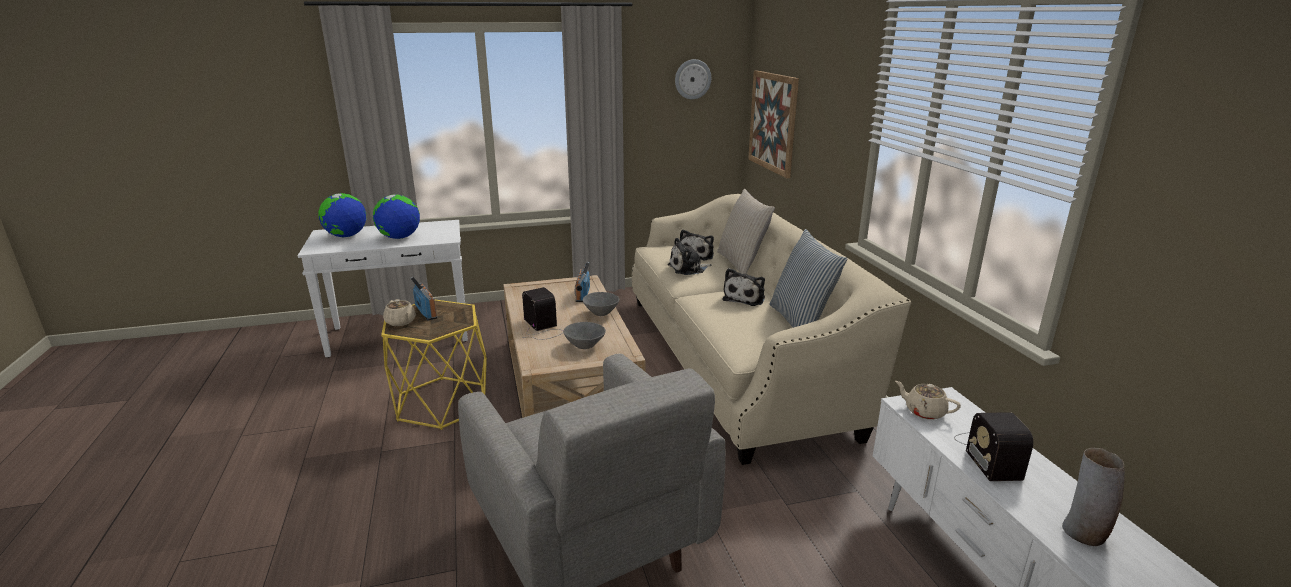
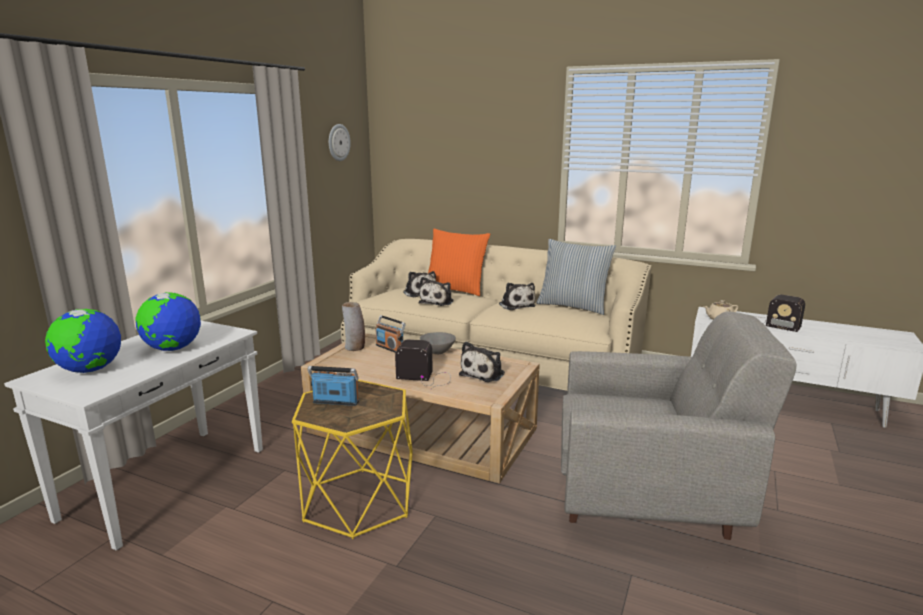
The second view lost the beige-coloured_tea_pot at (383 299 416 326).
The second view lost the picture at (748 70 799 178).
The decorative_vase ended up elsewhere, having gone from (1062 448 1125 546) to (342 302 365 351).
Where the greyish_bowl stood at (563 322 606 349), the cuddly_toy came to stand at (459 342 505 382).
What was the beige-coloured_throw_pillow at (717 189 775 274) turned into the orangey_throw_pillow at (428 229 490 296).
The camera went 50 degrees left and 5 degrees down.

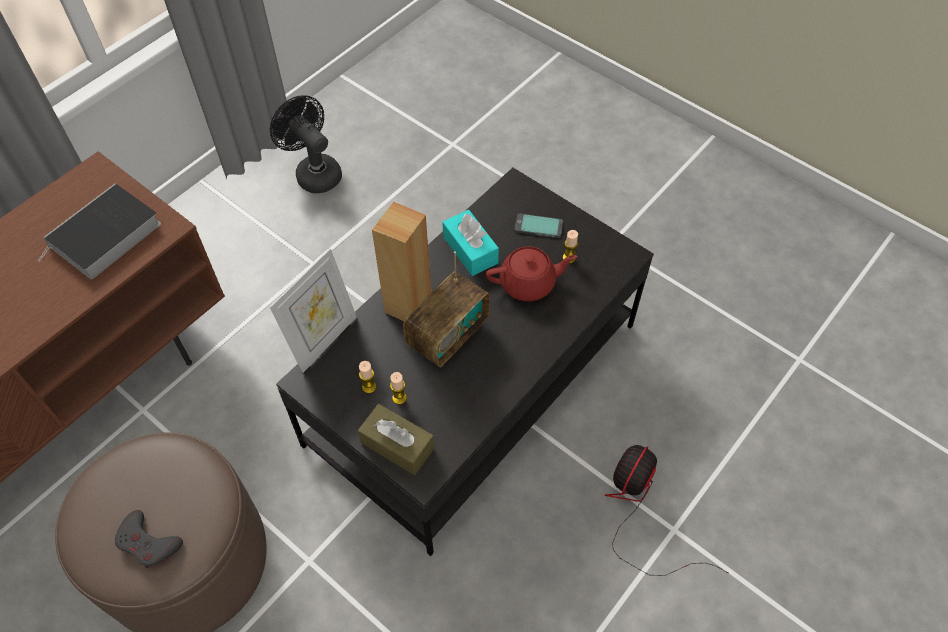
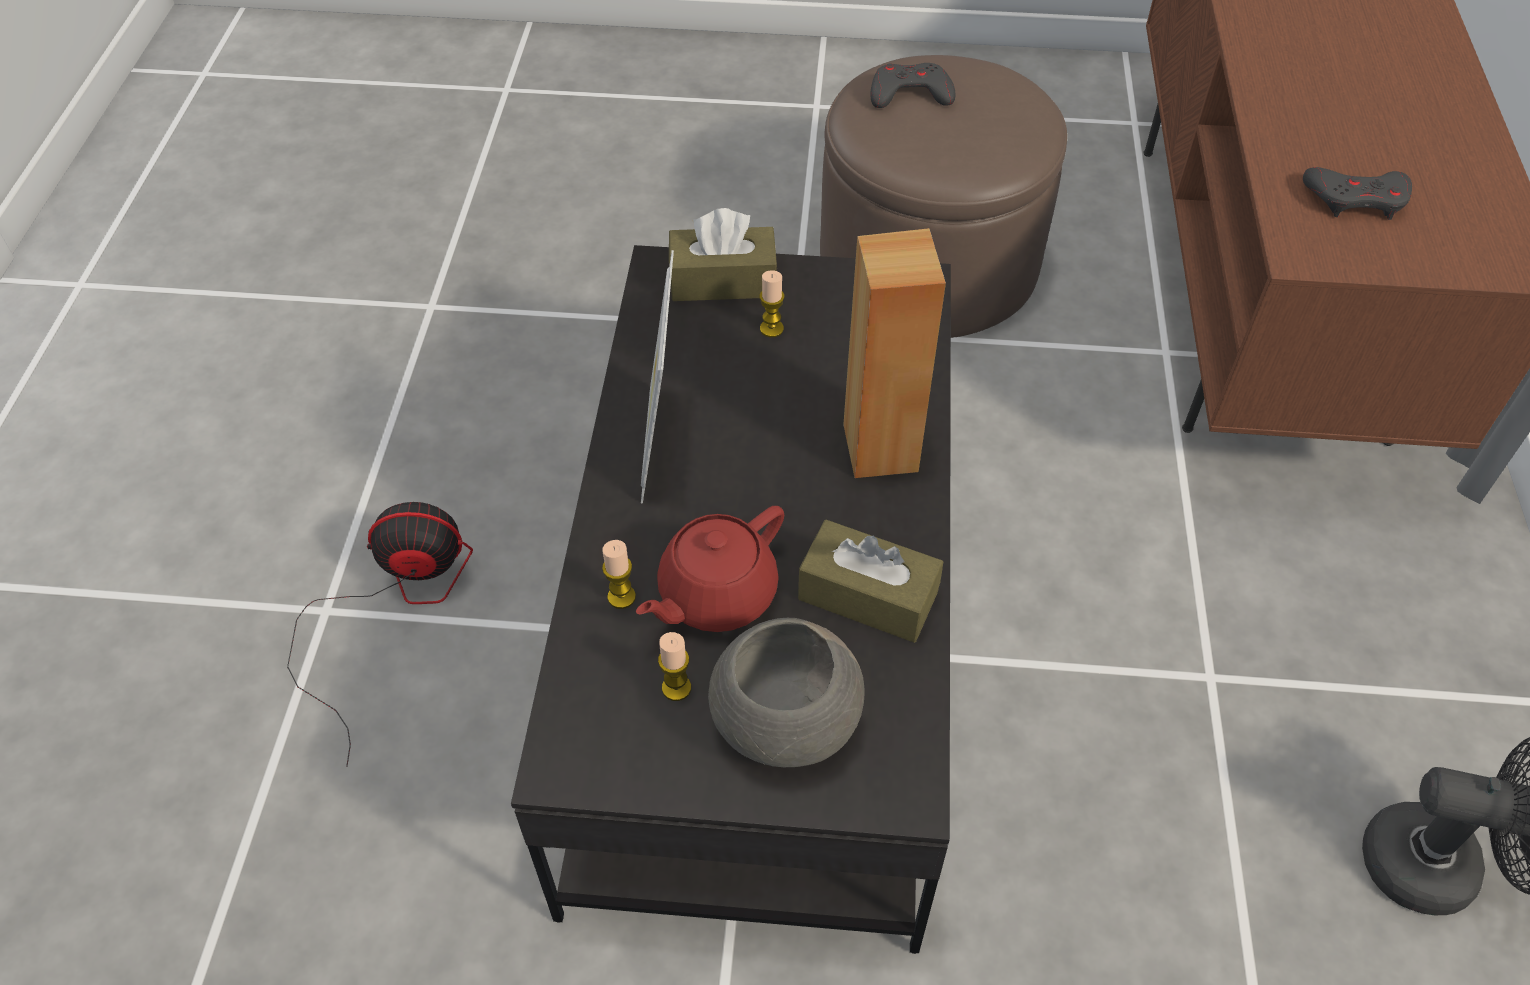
The second view lost the radio_receiver at (403 251 490 368).
The picture_frame ended up elsewhere, having gone from (270 249 357 373) to (641 250 674 504).
The wax_candle ended up elsewhere, having gone from (359 361 376 394) to (602 540 636 609).
Where the volume stood at (38 183 161 279), the greyish_joypad came to stand at (1303 167 1412 220).
Where the telephone stood at (514 213 563 238), the greyish_bowl came to stand at (708 618 865 767).
What was the blue-green_tissue_box at (442 210 499 276) turned into the brownish_tissue_box at (798 520 943 643).
The electric_fan at (605 445 728 576) ended up facing another way, 90 degrees counterclockwise from before.
The camera went 145 degrees right and 5 degrees down.

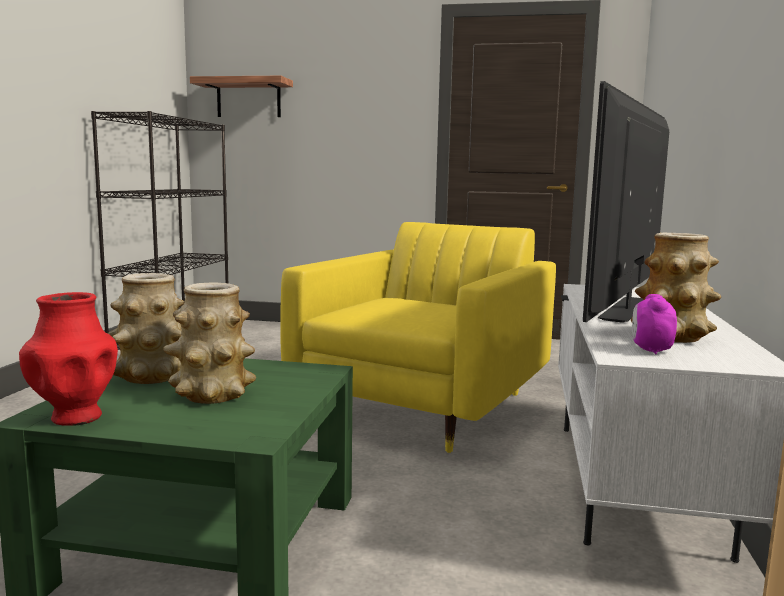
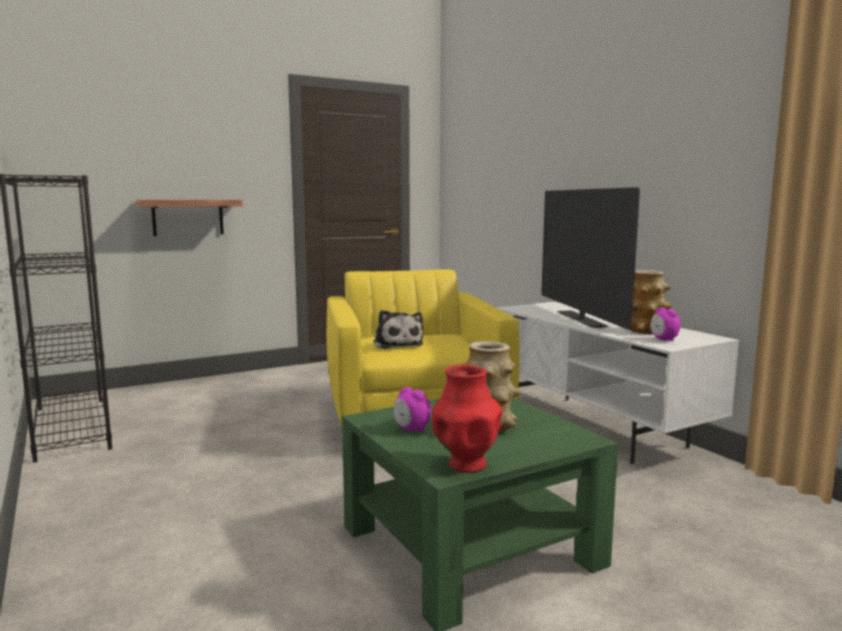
The second view gained the cuddly_toy at (373 310 423 349).
The shelf ended up elsewhere, having gone from (190 76 293 117) to (136 200 243 236).
Where the decorative_vase stood at (108 273 184 384), the alarm_clock came to stand at (394 387 431 433).
The camera went 40 degrees left and 0 degrees up.

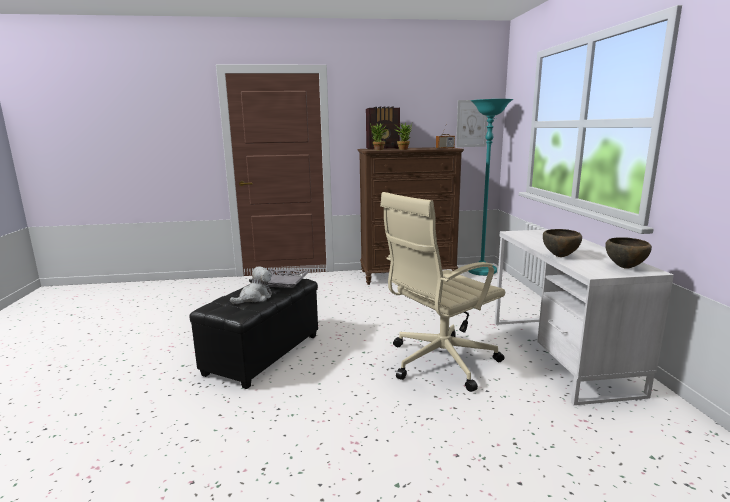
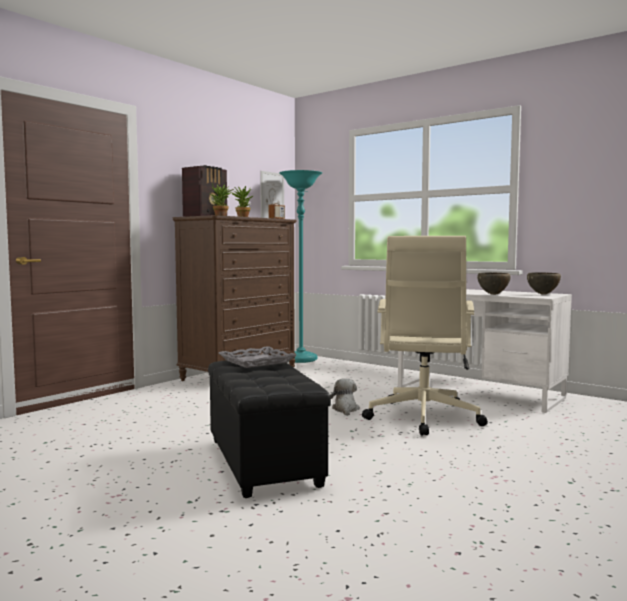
The cuddly_toy ended up elsewhere, having gone from (230 266 272 304) to (330 378 360 416).
The camera went 45 degrees left and 10 degrees down.

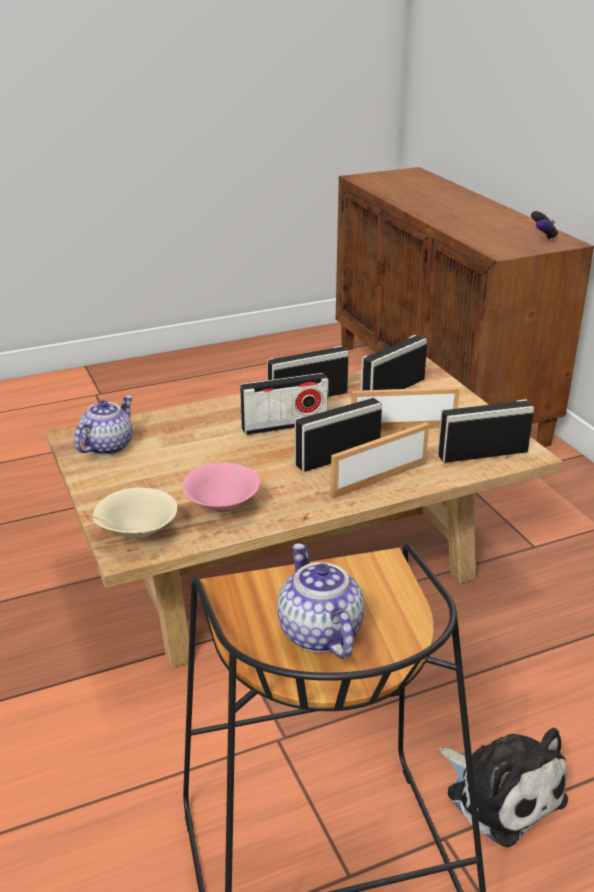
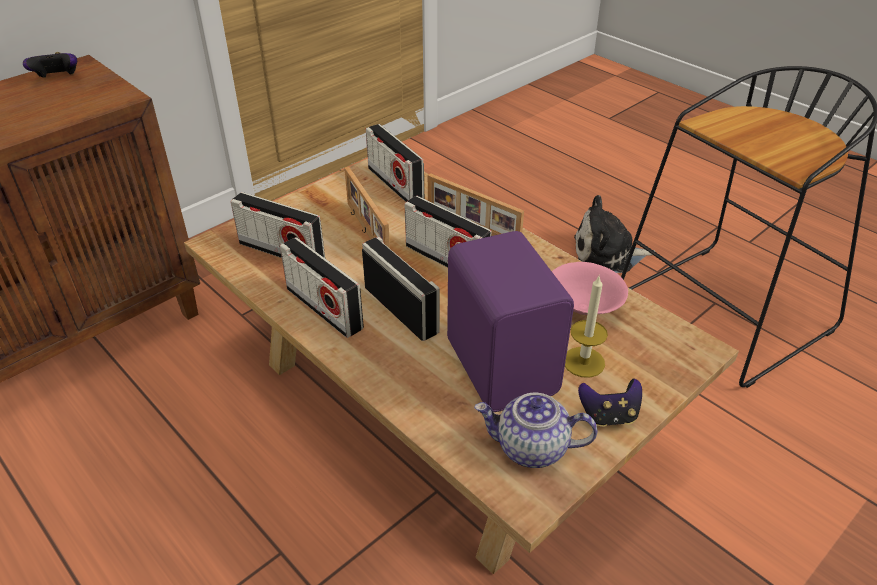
The second view lost the beige-coloured_bowl at (93 488 177 540).
The second view lost the tea_pot at (277 543 364 659).
The second view gained the purplish_speaker at (447 231 574 412).
The second view gained the wax_candle at (565 276 608 378).
The second view gained the joypad at (578 379 642 427).
The cuddly_toy at (439 728 568 847) ended up facing another way, 120 degrees counterclockwise from before.
The camera went 110 degrees left and 10 degrees up.

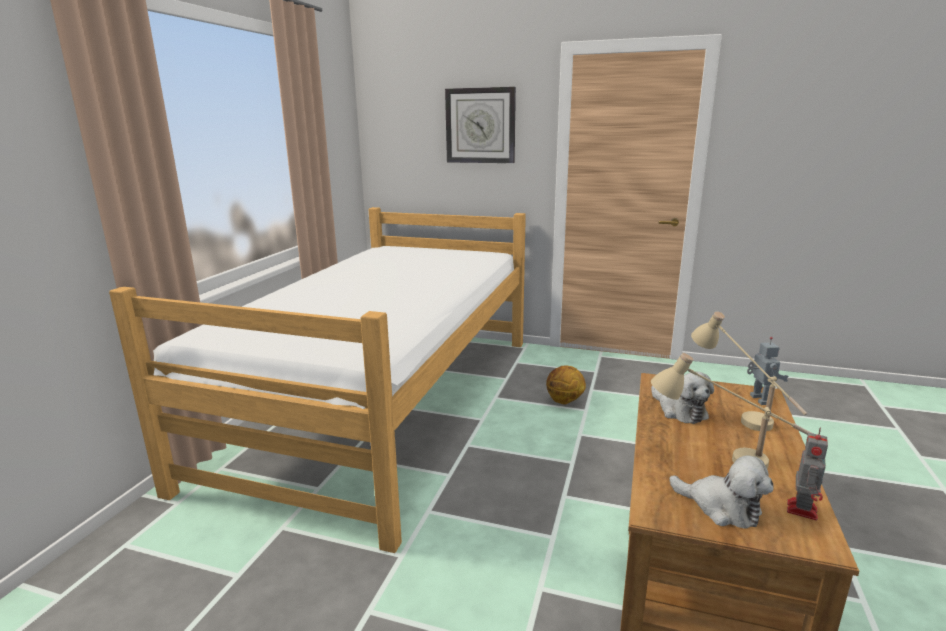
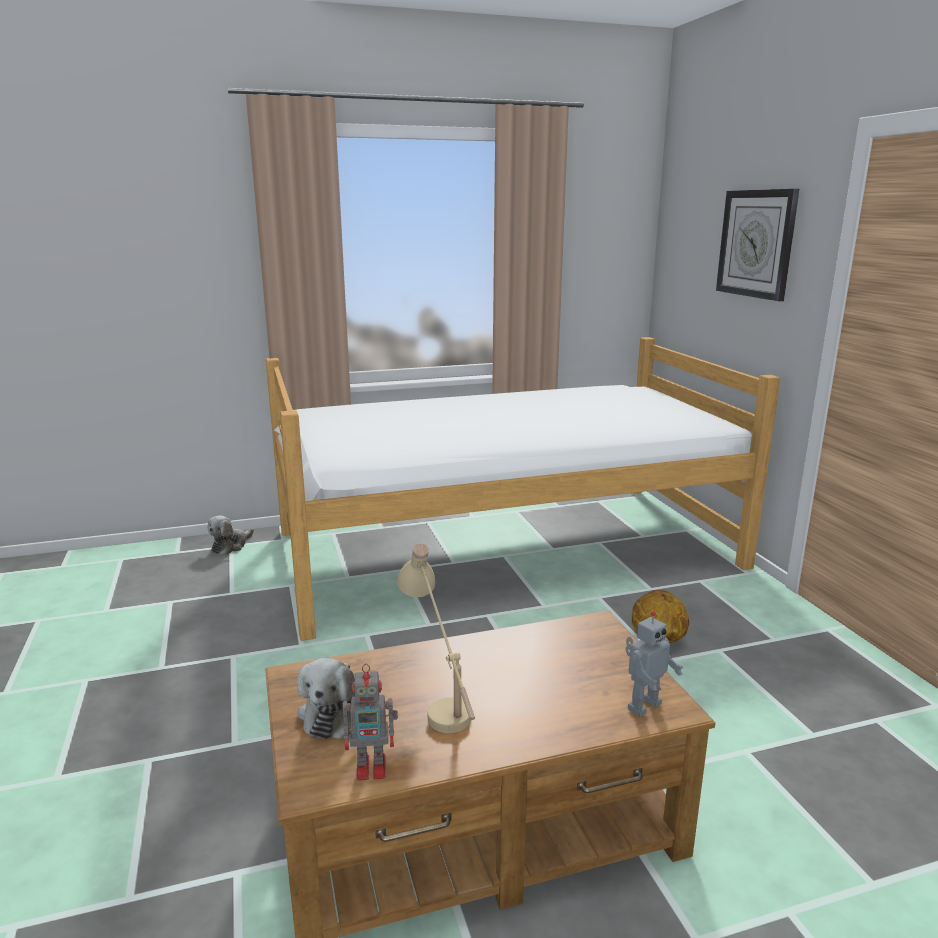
The second view lost the beige-coloured_tabletop_lamp at (691 311 807 431).
The cuddly_toy ended up elsewhere, having gone from (651 372 714 424) to (207 516 254 555).
The camera went 55 degrees right and 0 degrees up.

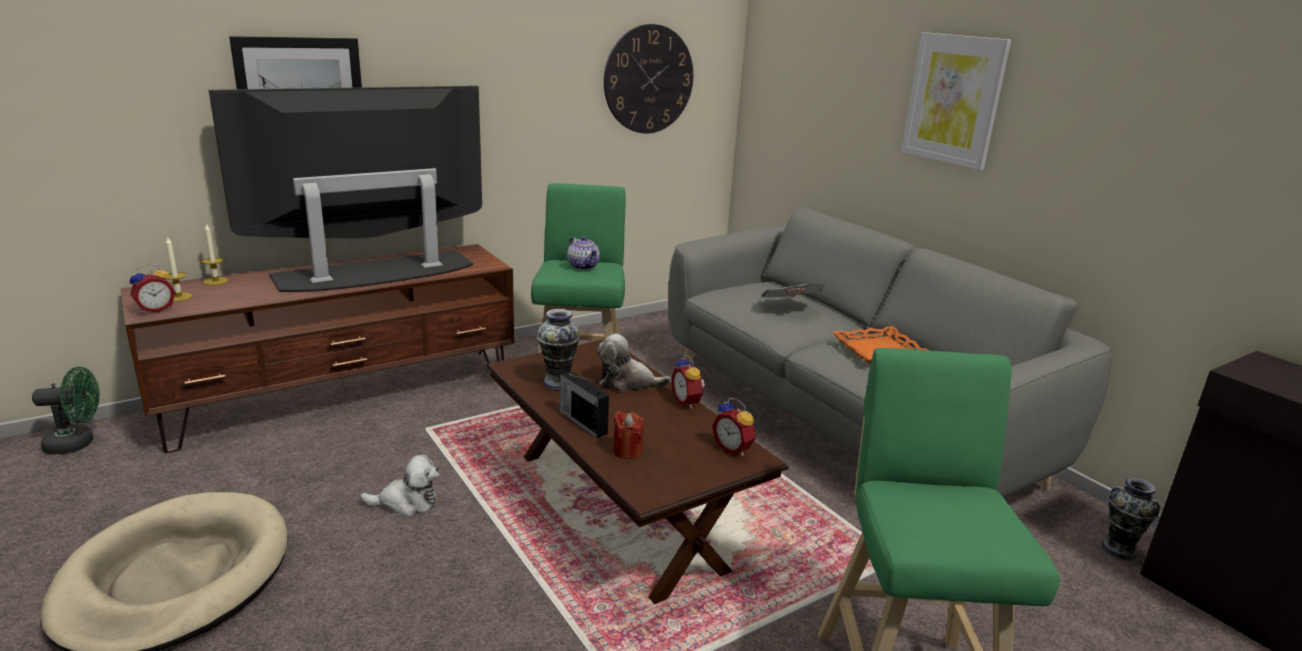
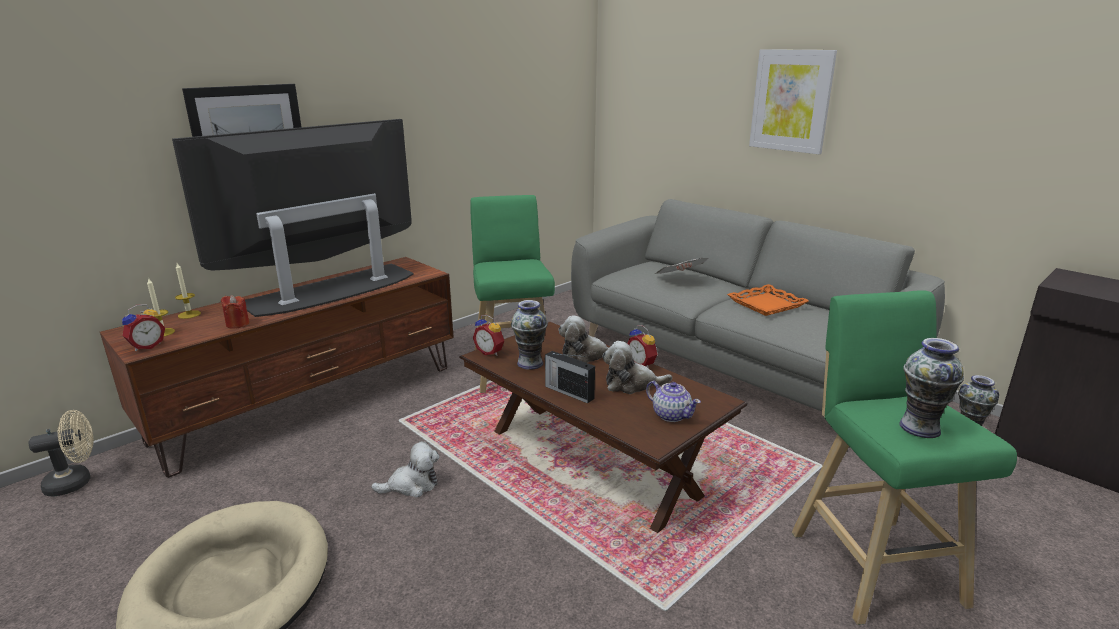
The second view lost the wall_clock at (604 24 693 134).
The second view gained the cuddly_toy at (602 341 672 394).
The second view gained the decorative_vase at (899 338 964 438).
The tea_pot ended up elsewhere, having gone from (567 236 600 270) to (646 381 701 422).
The red-coloured_wax_candle ended up elsewhere, having gone from (612 411 643 459) to (221 295 249 329).
The alarm_clock ended up elsewhere, having gone from (712 398 756 456) to (473 315 504 356).
What was the greenish_electric_fan at (32 367 100 455) turned into the beige-coloured_electric_fan at (29 410 94 497).
The camera went 10 degrees left and 0 degrees up.

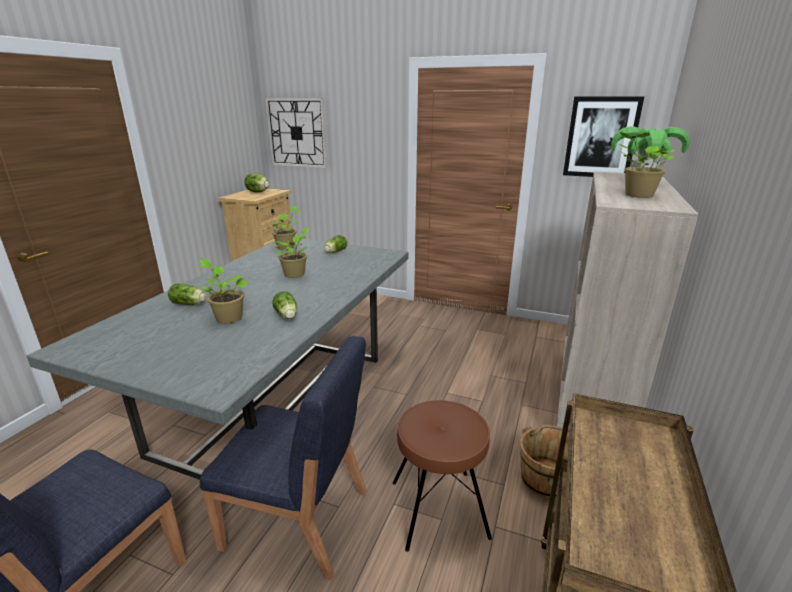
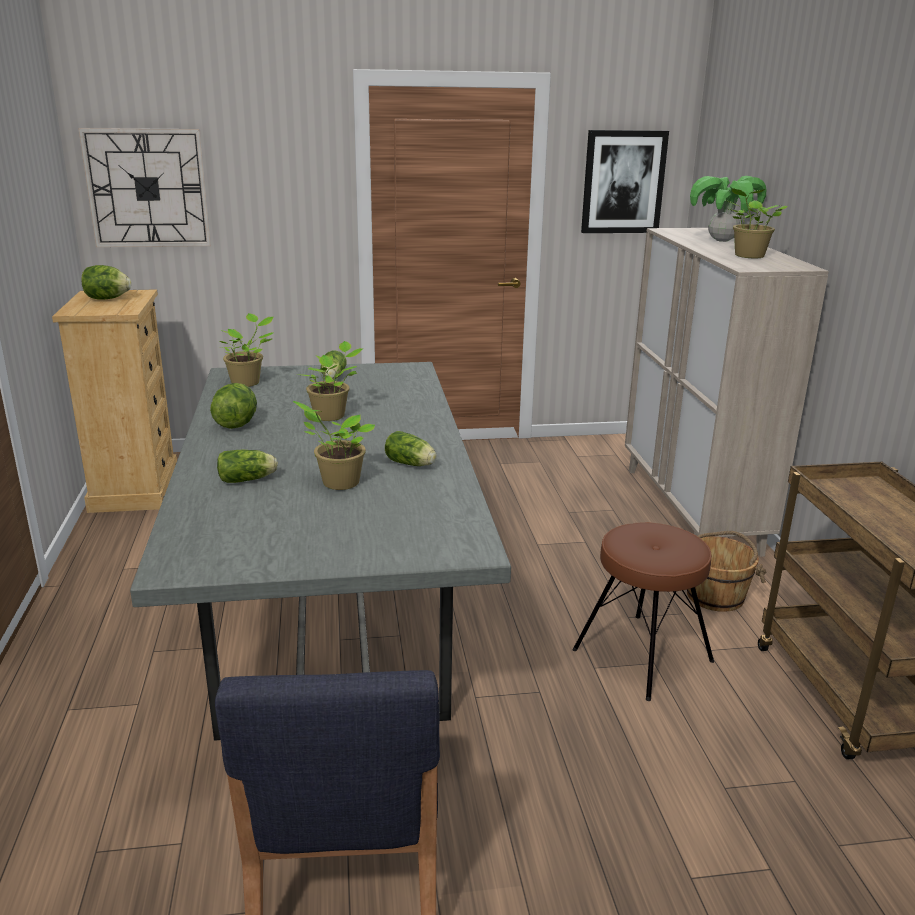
The second view lost the blue-coloured_chair at (200 336 367 580).
The second view gained the lettuce at (210 383 257 429).
The camera went 30 degrees left and 0 degrees up.

